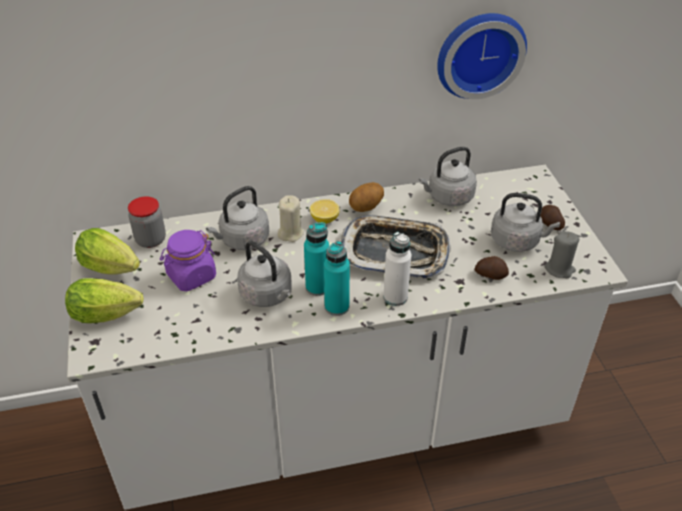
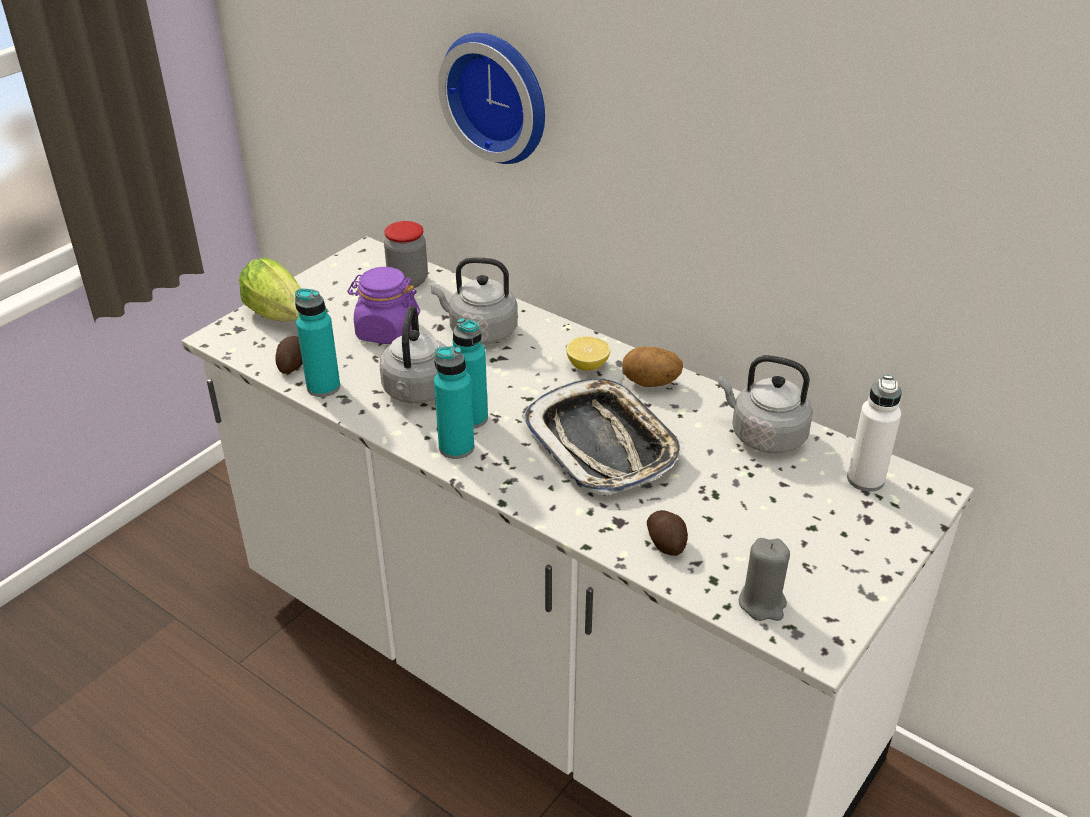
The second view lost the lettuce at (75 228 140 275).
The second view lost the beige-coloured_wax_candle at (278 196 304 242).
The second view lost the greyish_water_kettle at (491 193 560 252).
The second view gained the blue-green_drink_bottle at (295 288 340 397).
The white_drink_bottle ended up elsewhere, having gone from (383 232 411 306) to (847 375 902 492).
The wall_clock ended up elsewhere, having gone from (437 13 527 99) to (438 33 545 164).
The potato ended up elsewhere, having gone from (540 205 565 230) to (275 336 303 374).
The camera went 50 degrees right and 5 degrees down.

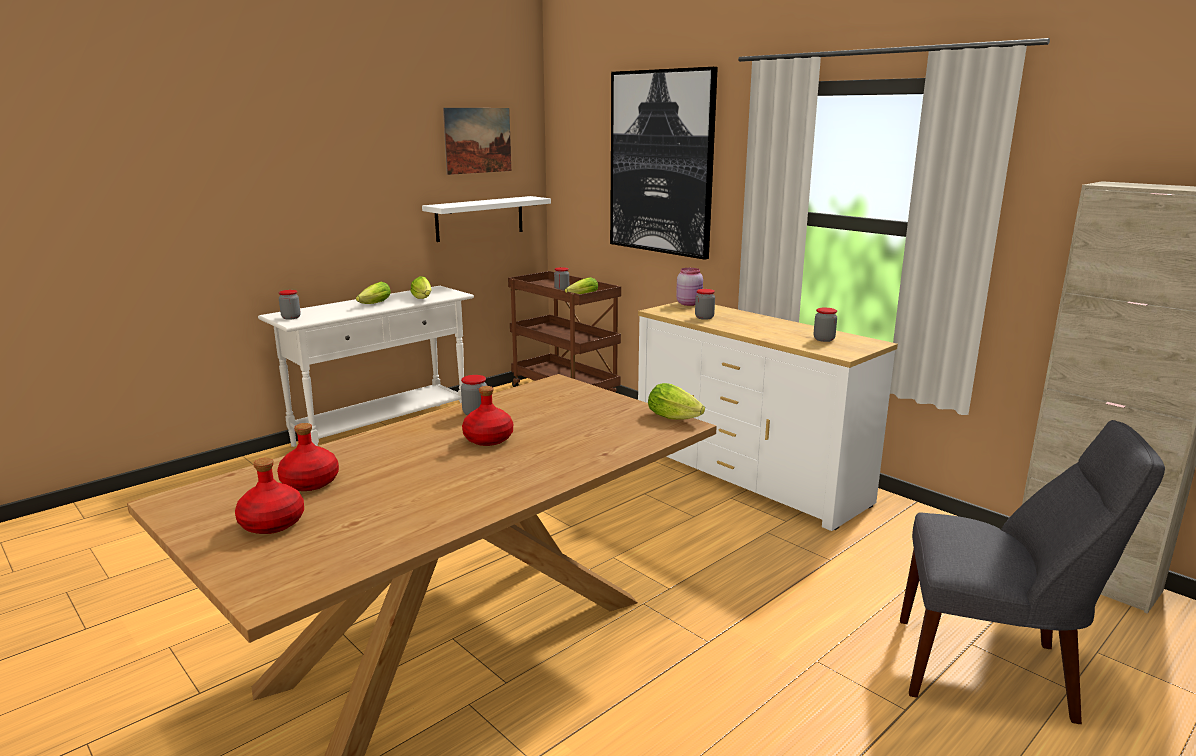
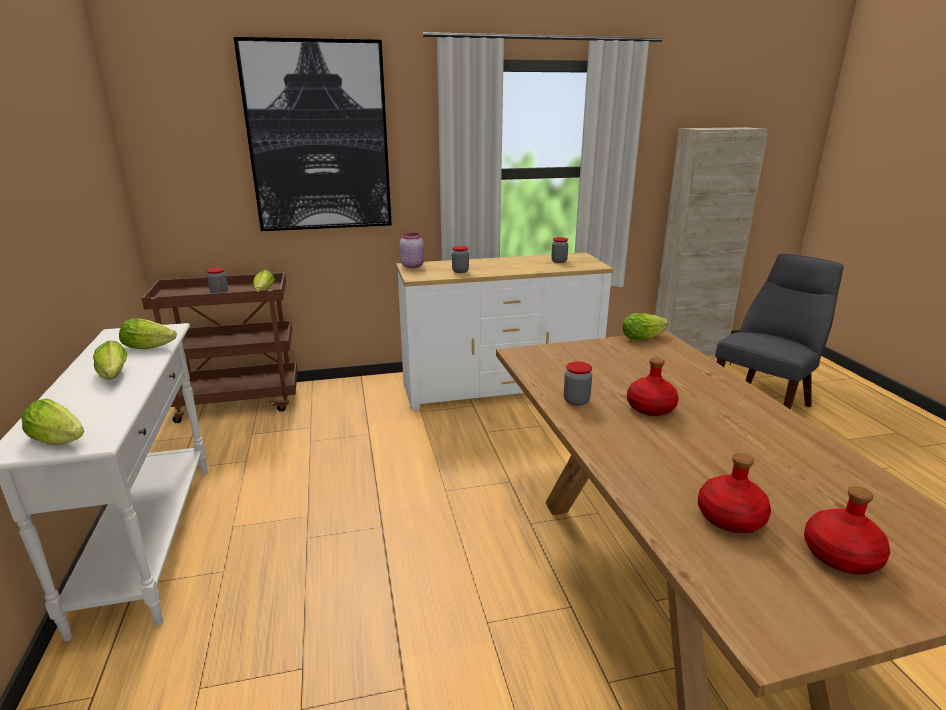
The second view lost the white_shelf at (422 196 551 242).
The second view lost the picture at (443 108 511 175).
Where the jar stood at (279 290 300 320), the lettuce came to stand at (21 399 84 445).
The camera went 60 degrees left and 5 degrees up.

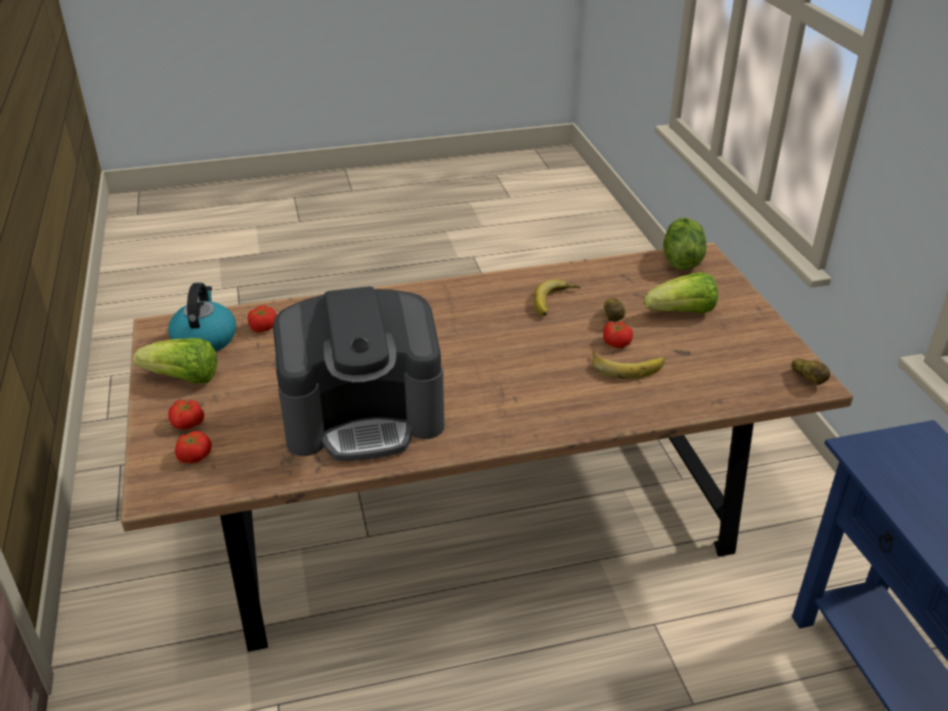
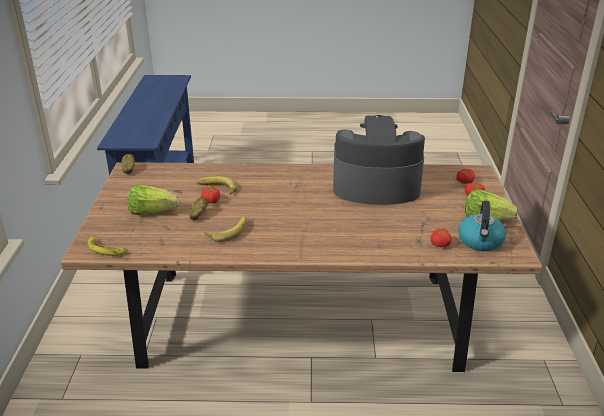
Where the lettuce stood at (664 218 706 270), the banana_fruit came to stand at (88 235 128 256).
The camera went 165 degrees left and 5 degrees down.

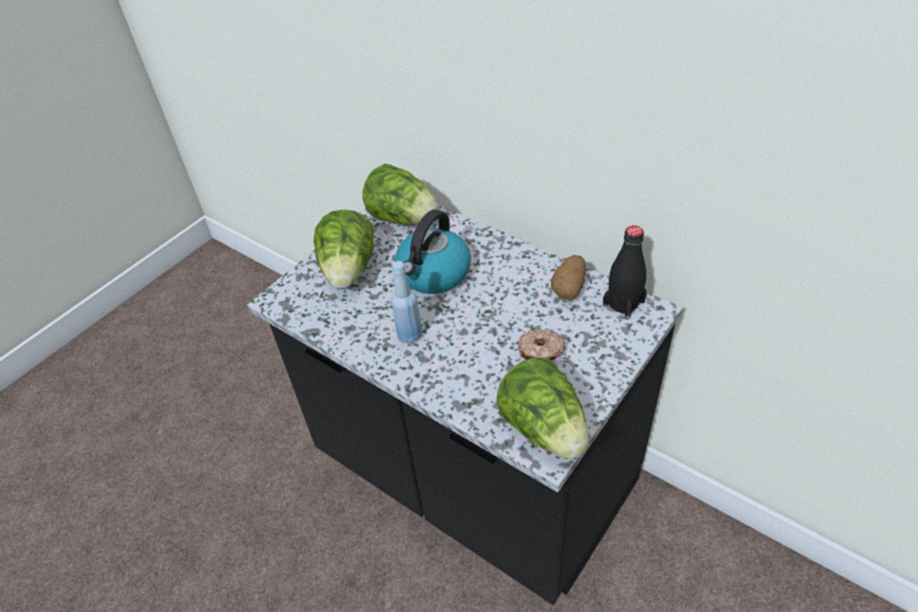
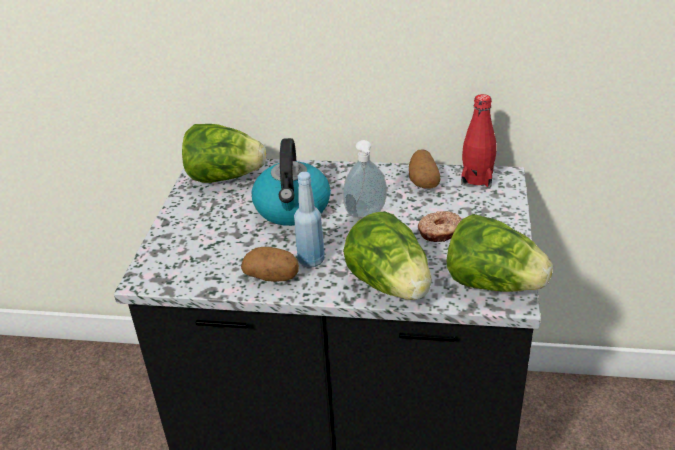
The second view gained the potato at (241 247 299 282).
The second view gained the liquid_soap_bottle at (343 140 387 218).
The lettuce ended up elsewhere, having gone from (314 209 374 289) to (343 211 432 300).
What was the black_drink_bottle at (603 225 647 319) turned into the red-coloured_drink_bottle at (461 94 497 188).
The camera went 30 degrees left and 10 degrees down.

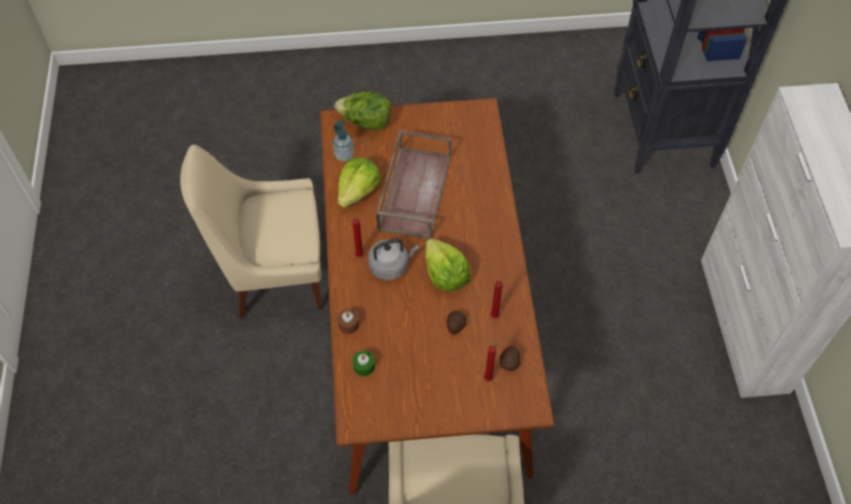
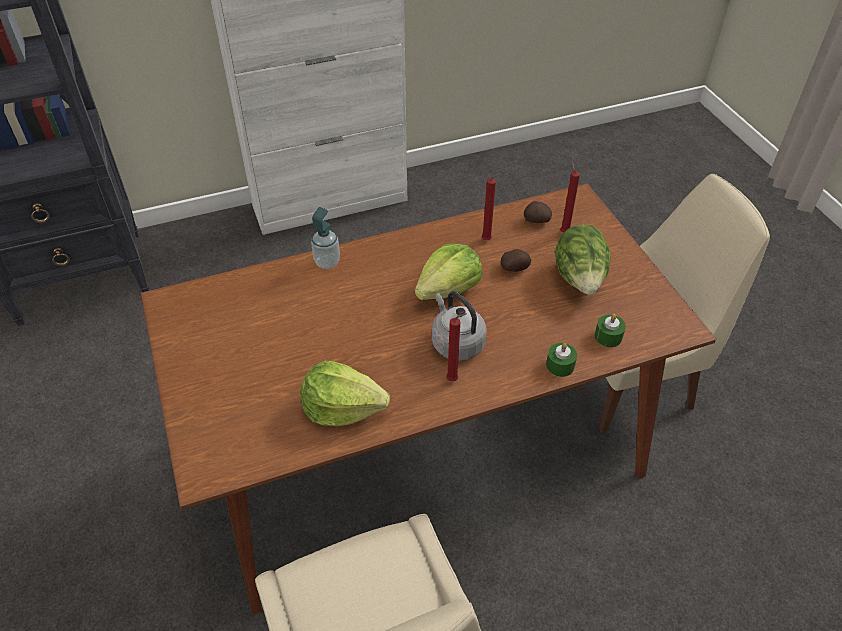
The second view lost the brownish_carrying_tray at (376 130 451 240).
The liquid_soap_bottle ended up elsewhere, having gone from (333 120 354 162) to (311 207 340 269).
The lettuce ended up elsewhere, having gone from (335 92 391 130) to (555 224 611 295).
What was the brownish_wax_candle at (337 309 359 334) turned into the greenish_wax_candle at (546 343 577 377).
The camera went 105 degrees left and 10 degrees down.

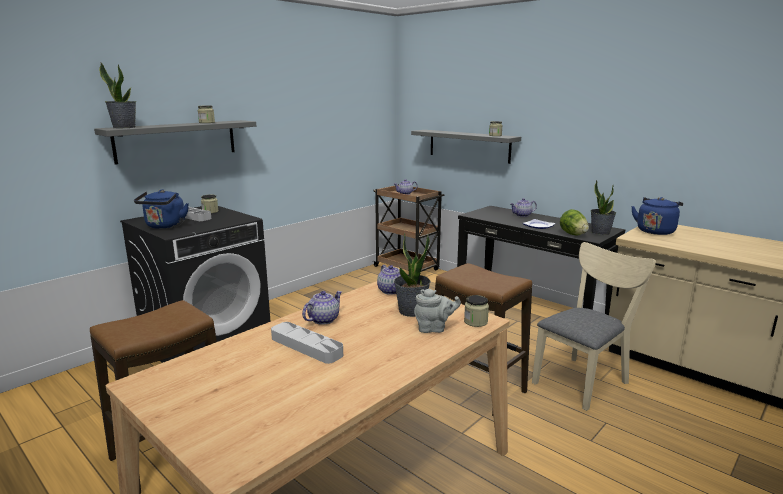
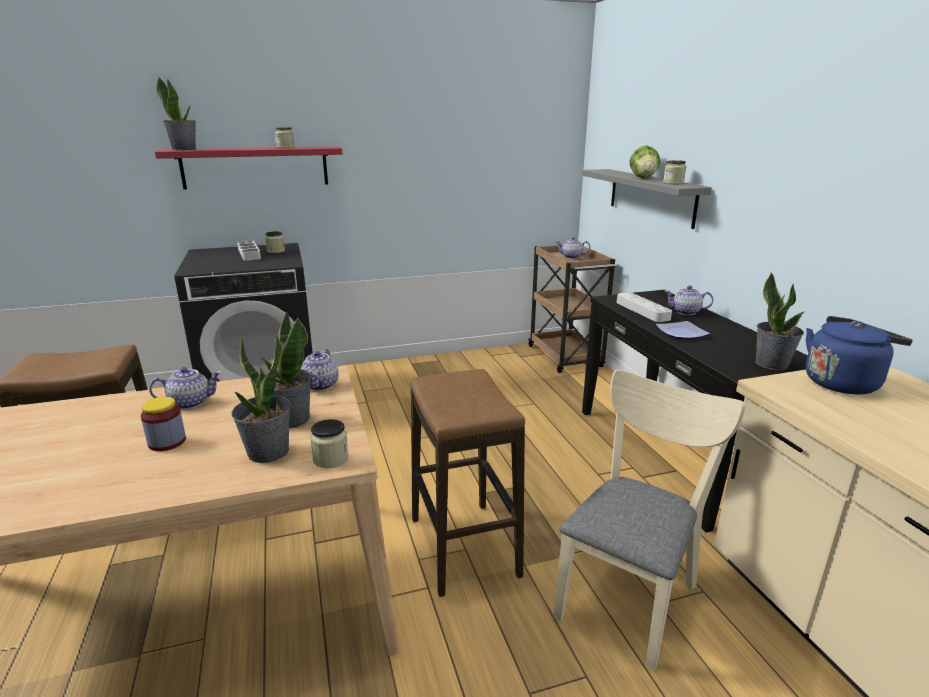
The second view lost the blue-coloured_water_kettle at (134 189 189 229).
The second view gained the jar at (141 397 186 451).
The greyish_carrying_tray ended up elsewhere, having gone from (271 322 343 364) to (617 292 672 322).
The lettuce ended up elsewhere, having gone from (560 209 589 235) to (629 146 660 178).
Where the greyish_tea_pot stood at (414 289 461 333), the plant_in_a_pot came to stand at (232 335 291 463).
What was the greyish_shelf at (94 120 256 165) turned into the red-coloured_shelf at (155 146 343 190).
The beige-coloured_chair at (532 242 656 411) ended up facing another way, 45 degrees counterclockwise from before.
The camera went 30 degrees right and 5 degrees up.

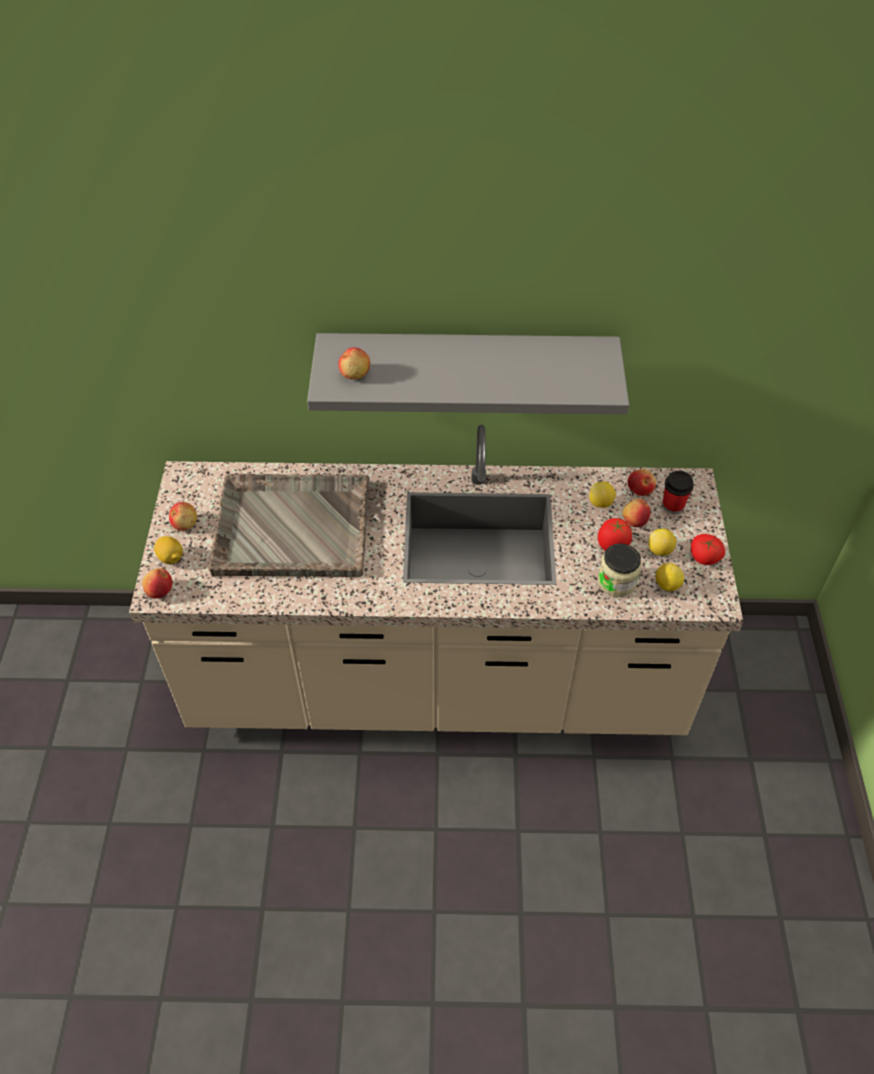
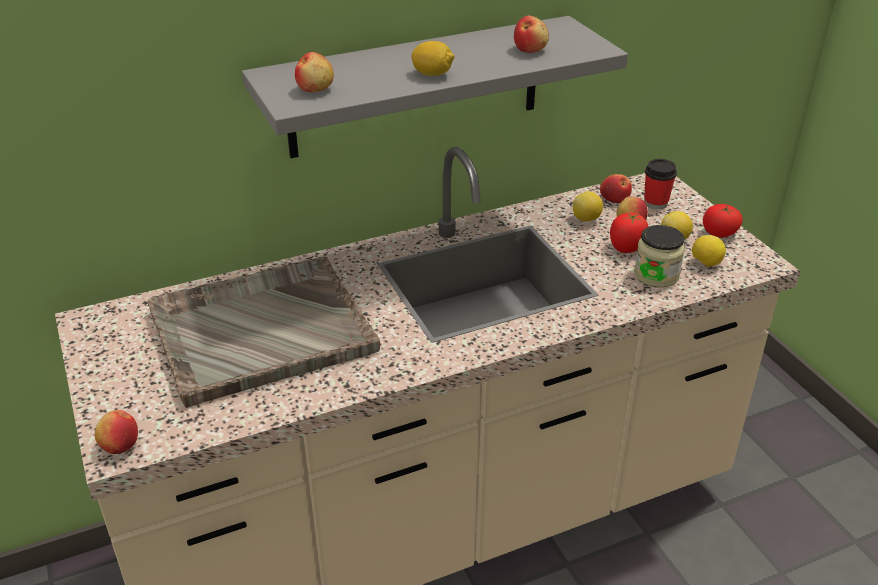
The whole_lemon ended up elsewhere, having gone from (154 536 183 564) to (411 41 455 76).
The whole_apple ended up elsewhere, having gone from (169 502 197 531) to (514 16 549 53).
The camera went 25 degrees left and 15 degrees down.

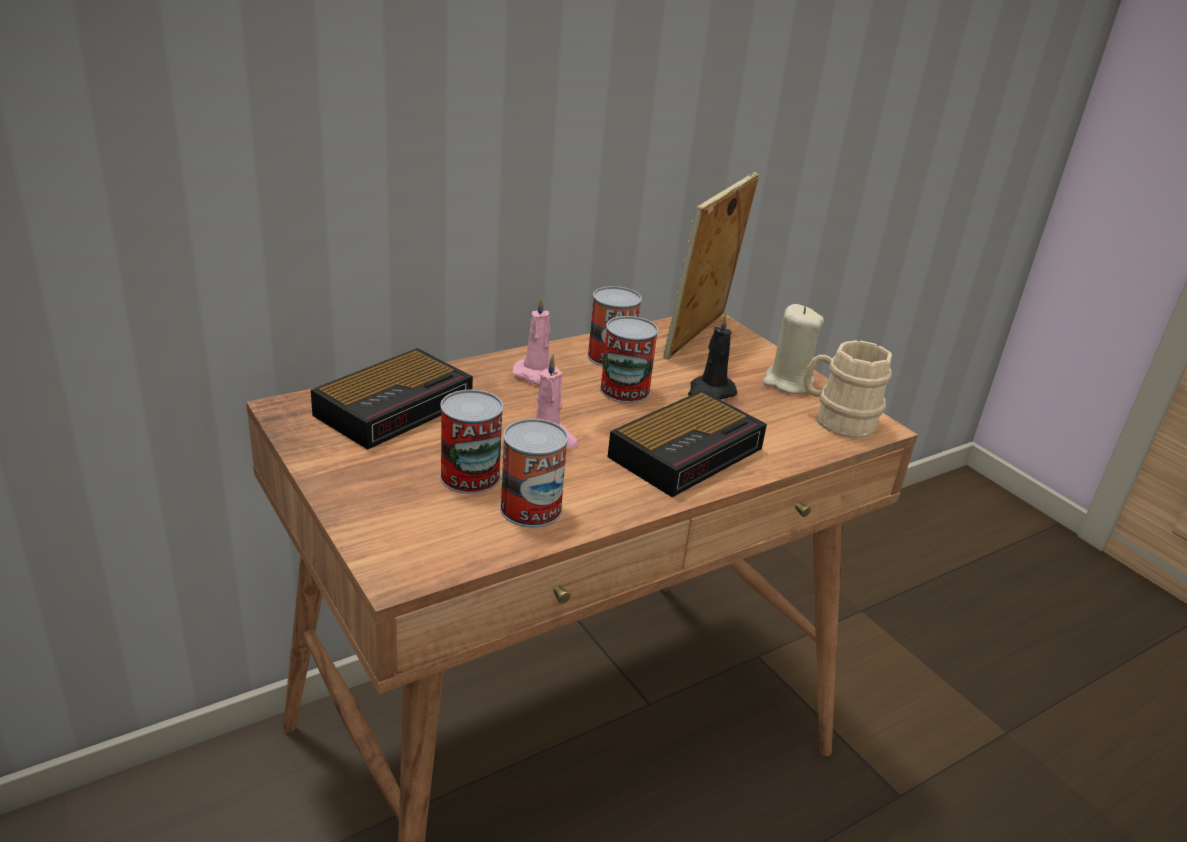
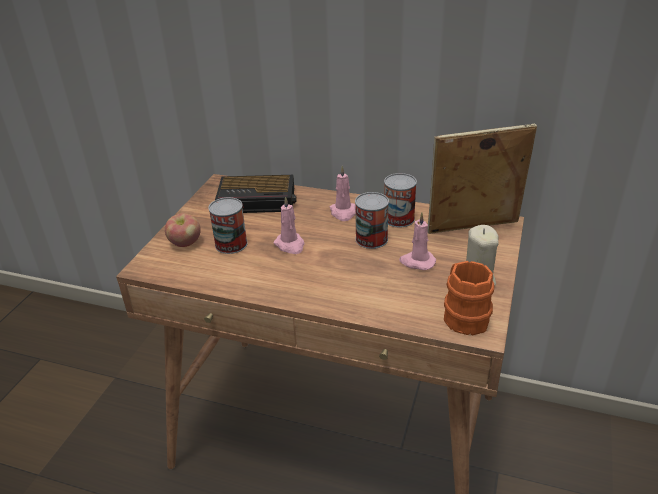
The second view lost the can at (500 419 568 527).
The second view lost the alarm_clock at (608 390 767 497).
The second view gained the whole_apple at (165 213 201 247).
What was the black_wax_candle at (688 313 737 400) turned into the pink_wax_candle at (399 212 436 270).
What was the beige-coloured_mug at (804 340 892 439) turned into the orangey_mug at (444 261 494 336).
The camera went 55 degrees right and 5 degrees up.

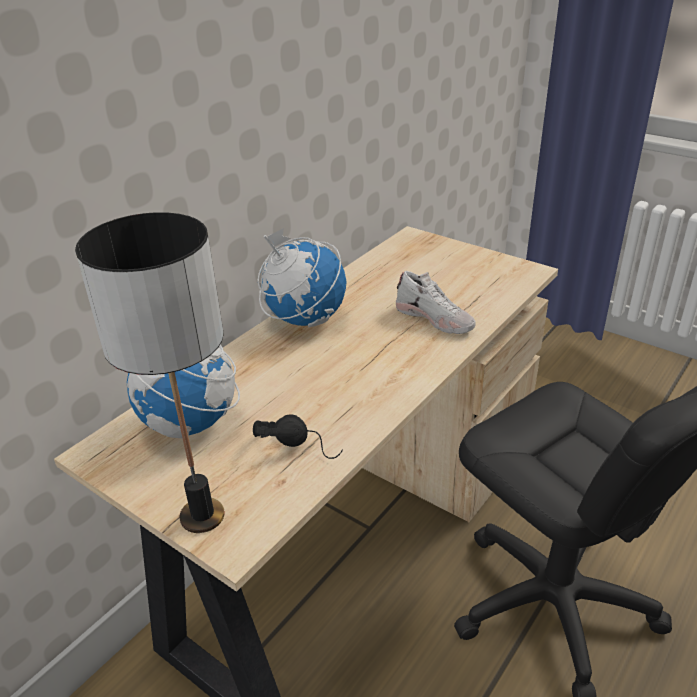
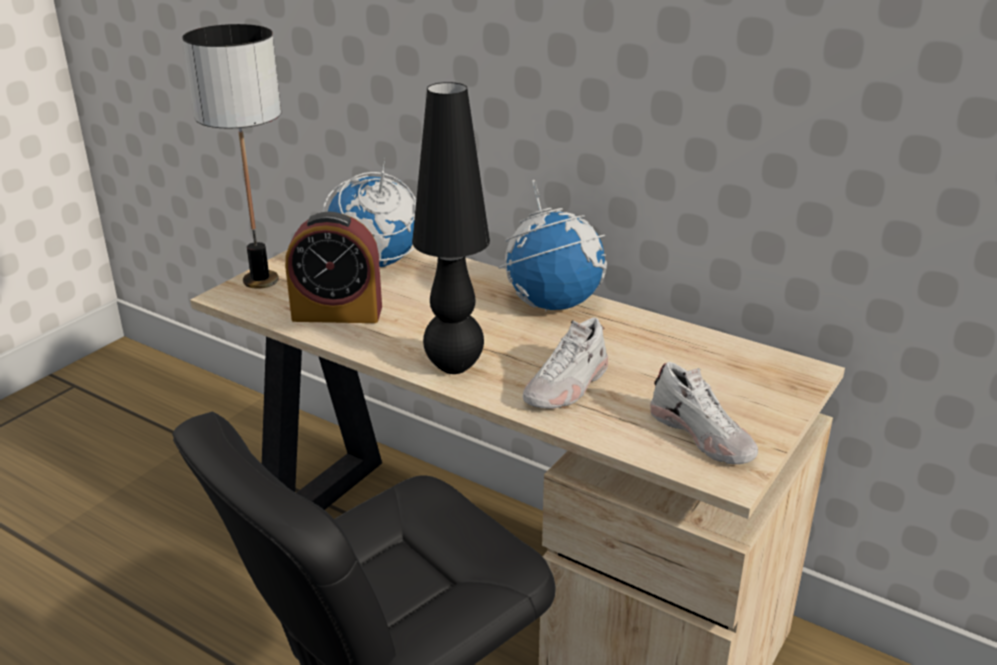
The second view gained the black_tabletop_lamp at (412 82 490 374).
The second view gained the white_shoe at (650 362 758 464).
Where the black_headphones stood at (253 414 343 459), the alarm_clock came to stand at (285 212 382 323).
The camera went 85 degrees right and 5 degrees down.

